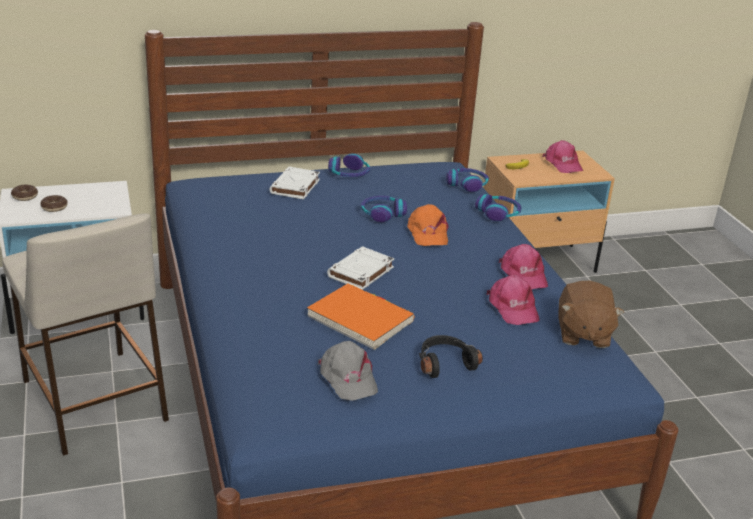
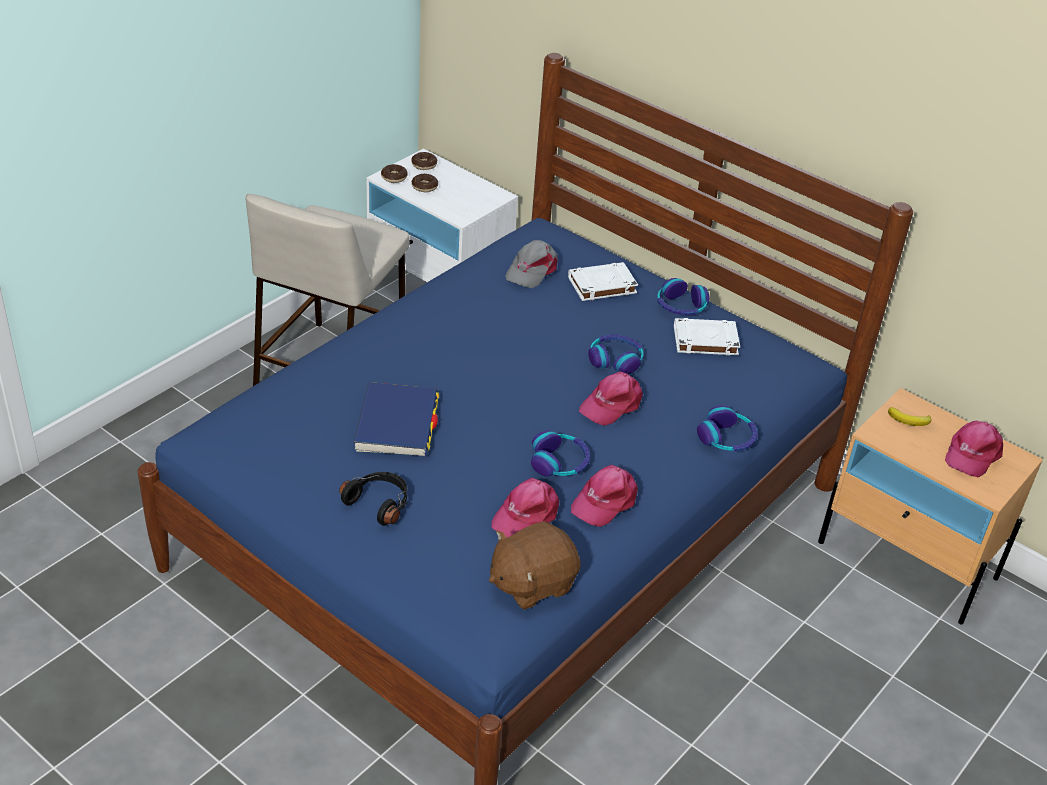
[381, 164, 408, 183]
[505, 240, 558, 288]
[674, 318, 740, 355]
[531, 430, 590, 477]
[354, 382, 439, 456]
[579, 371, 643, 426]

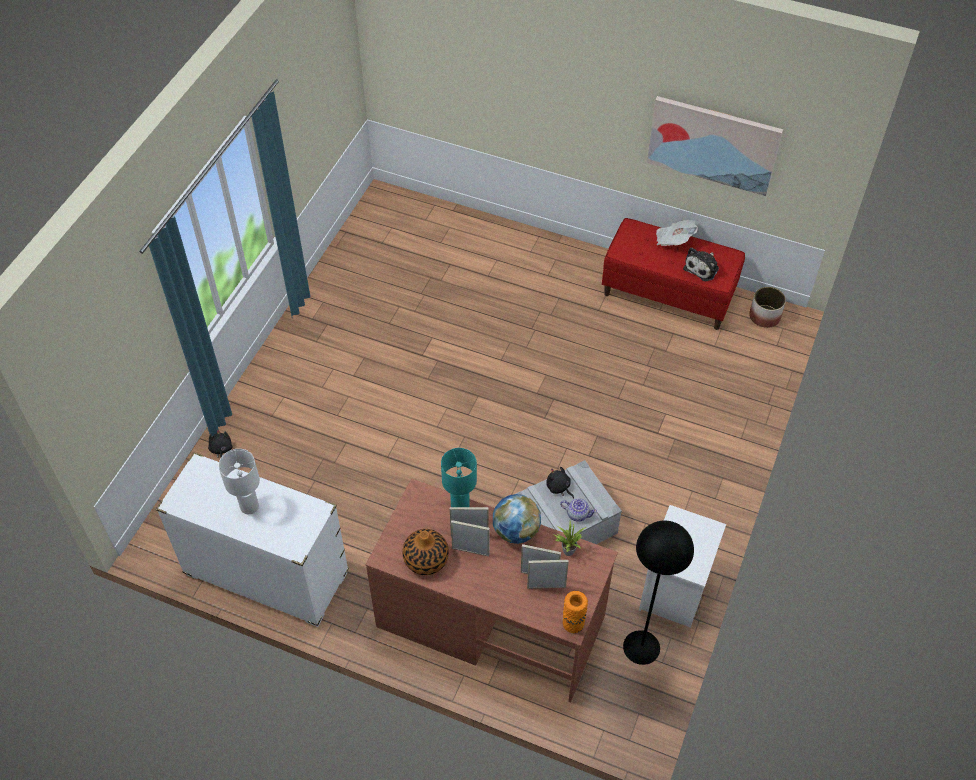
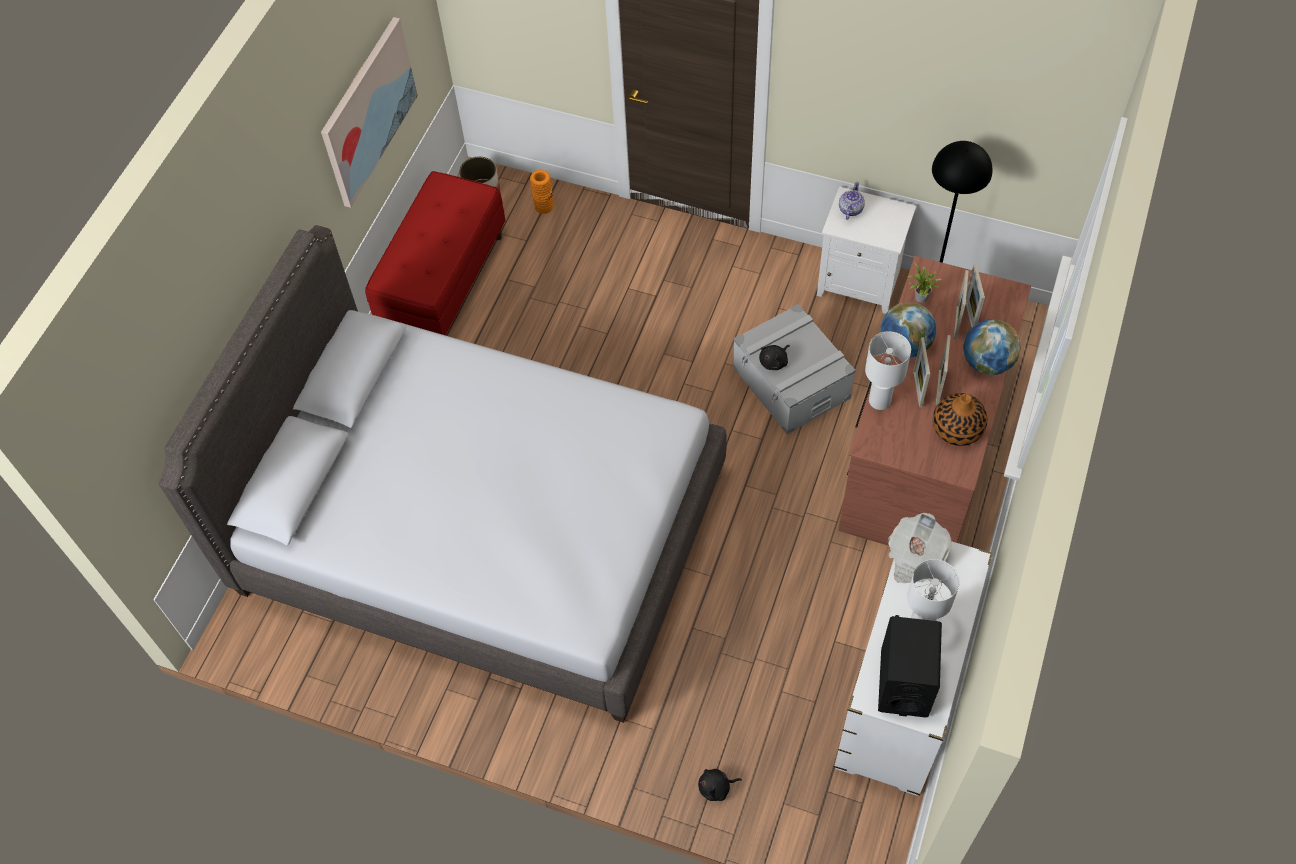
[683, 248, 719, 281] (first image)
[158, 225, 727, 723]
[878, 615, 942, 717]
[963, 319, 1021, 375]
[839, 182, 865, 220]
[530, 170, 553, 214]
[888, 513, 952, 583]
[865, 331, 911, 410]

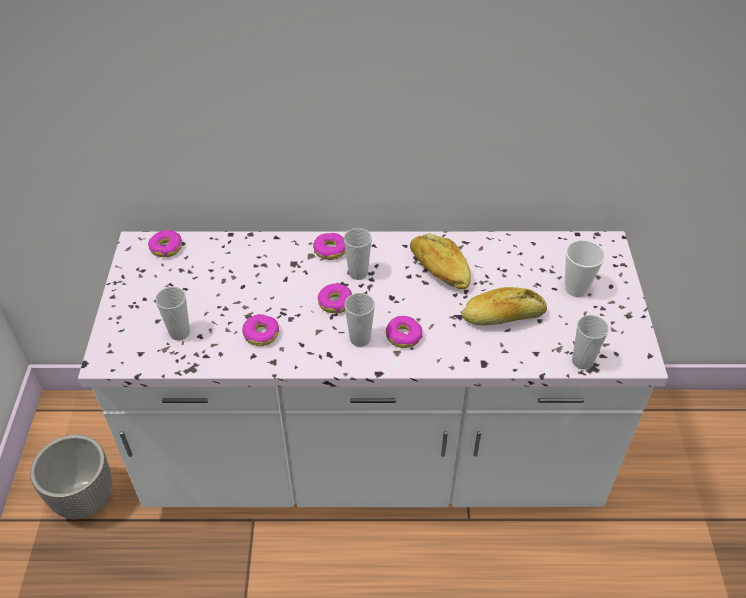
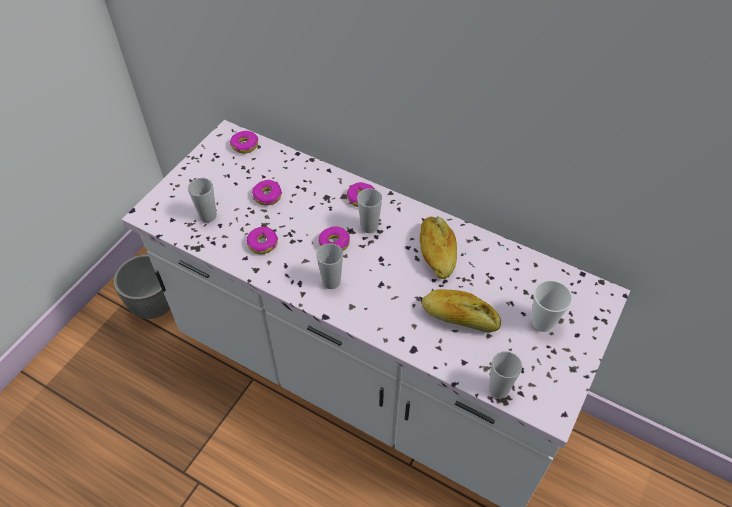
[252, 180, 282, 206]

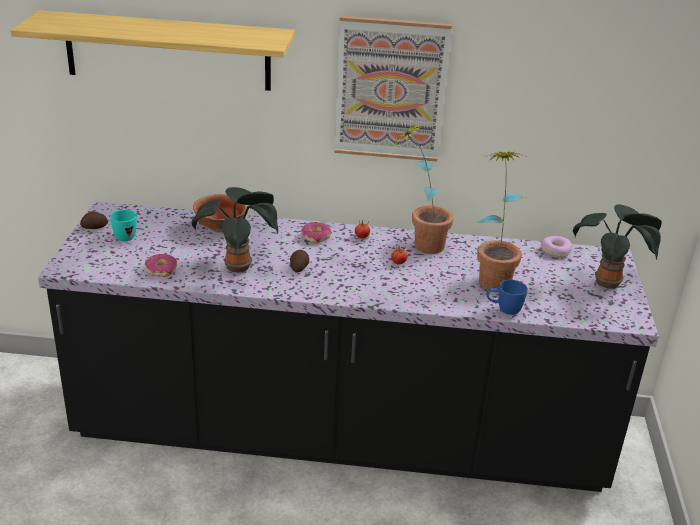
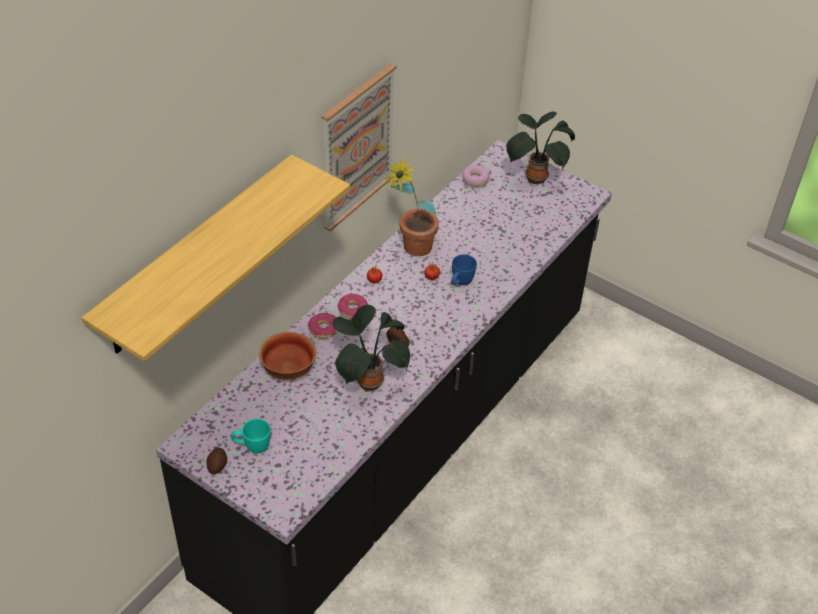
[475, 151, 528, 292] (first image)
[308, 313, 338, 339]
[451, 254, 477, 285]

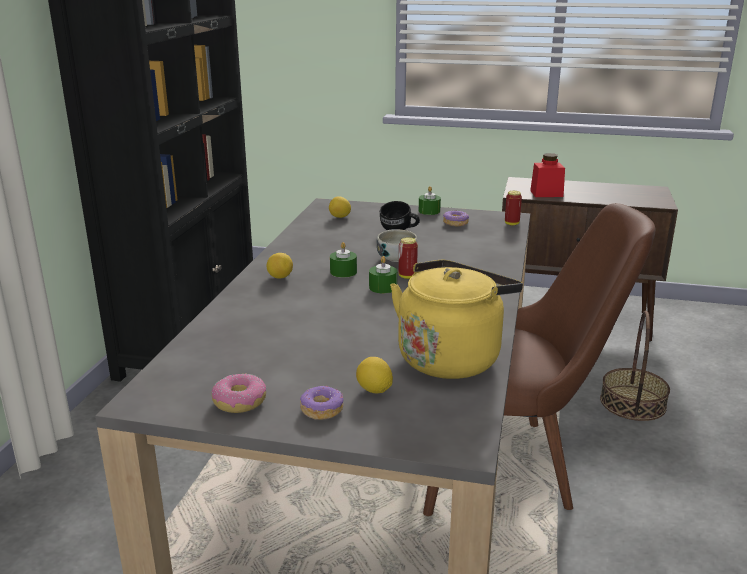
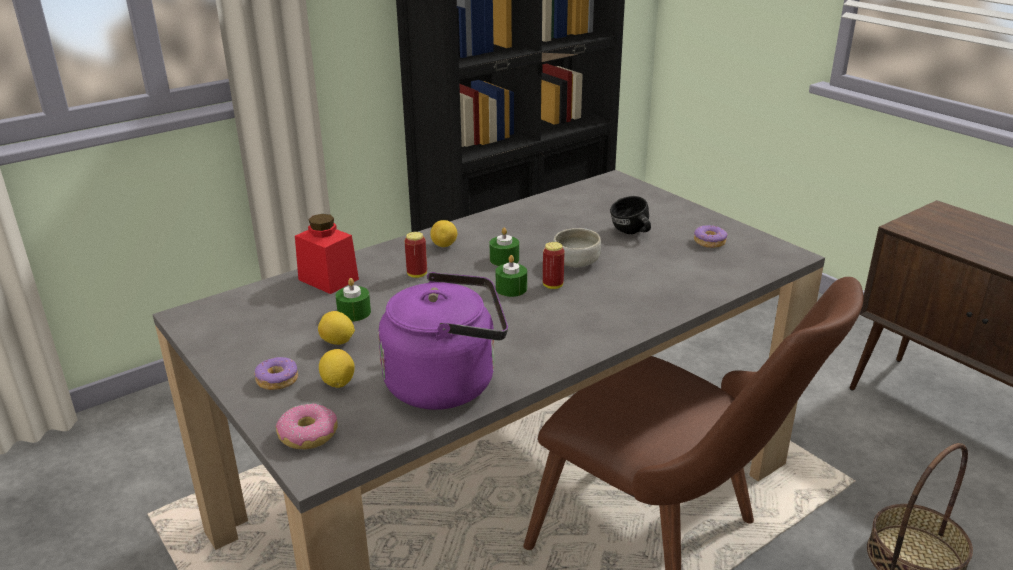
[275, 403, 338, 449]
[318, 311, 355, 345]
[335, 278, 371, 322]
[405, 232, 427, 278]
[295, 214, 359, 294]
[378, 272, 508, 410]

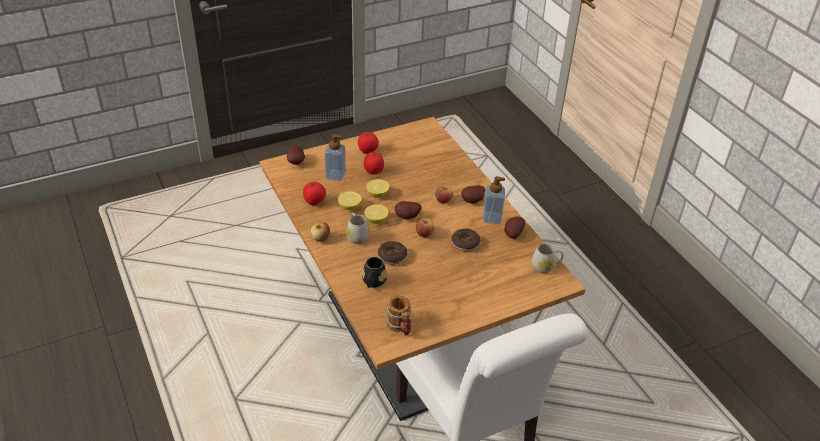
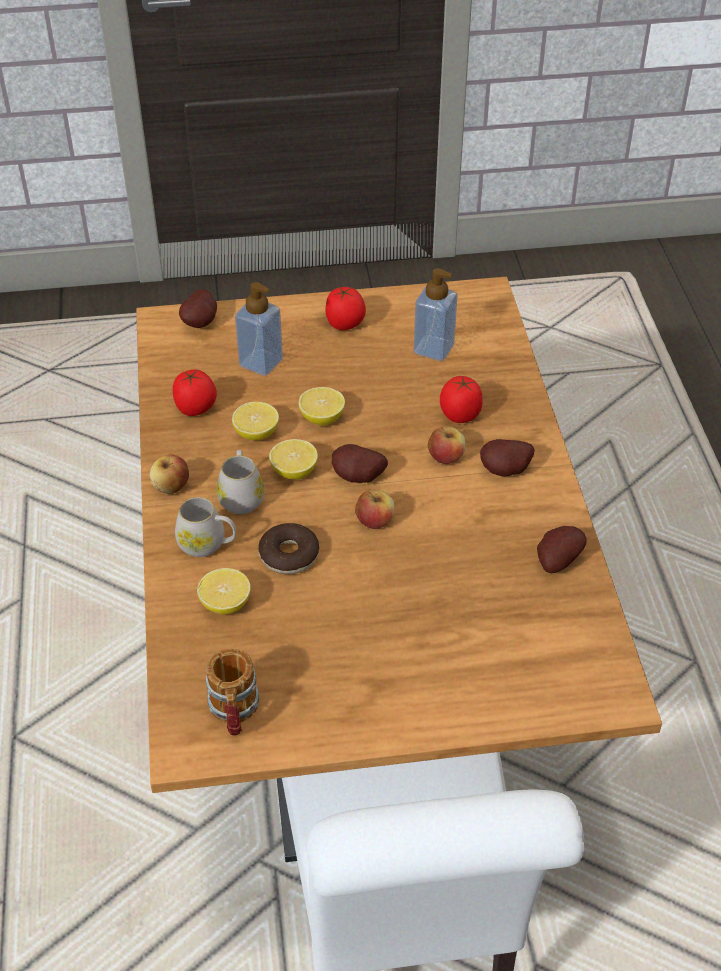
[451, 229, 481, 251] (first image)
[440, 376, 483, 423]
[414, 268, 457, 361]
[175, 497, 236, 557]
[197, 568, 251, 615]

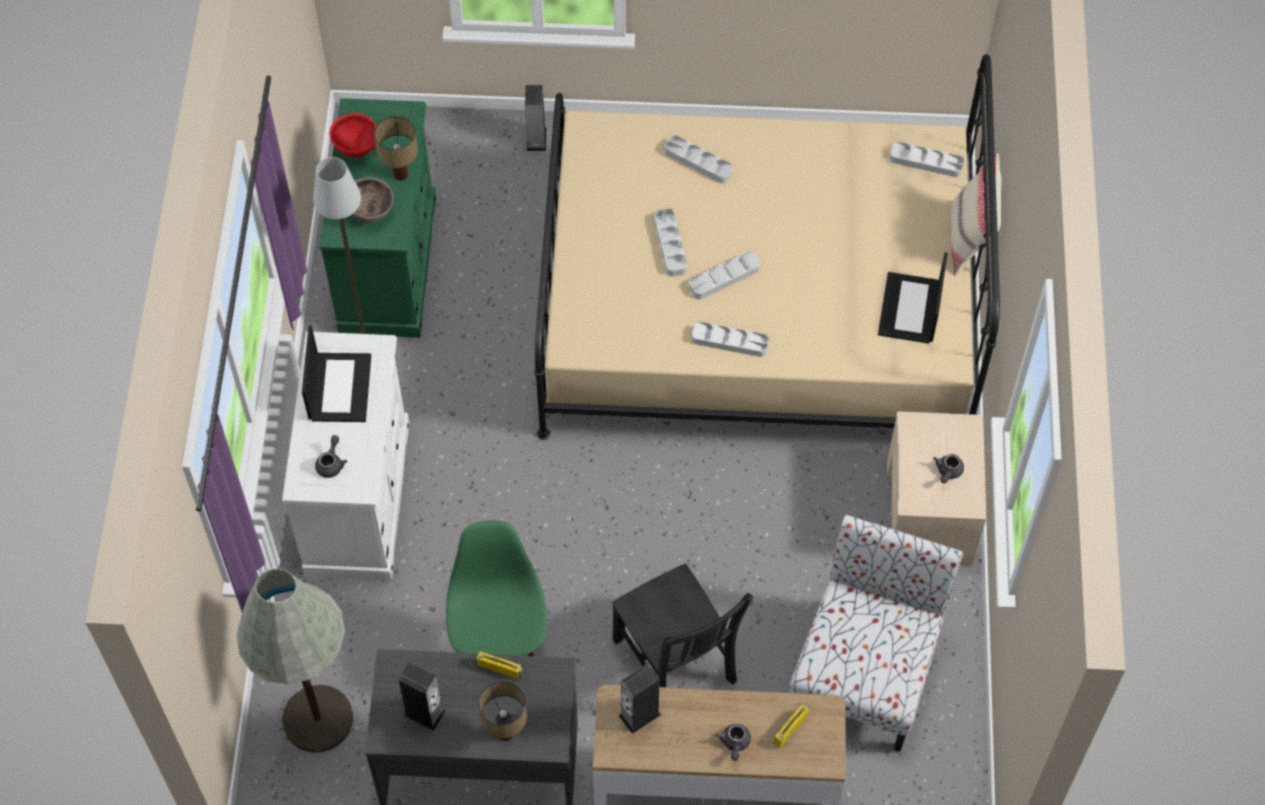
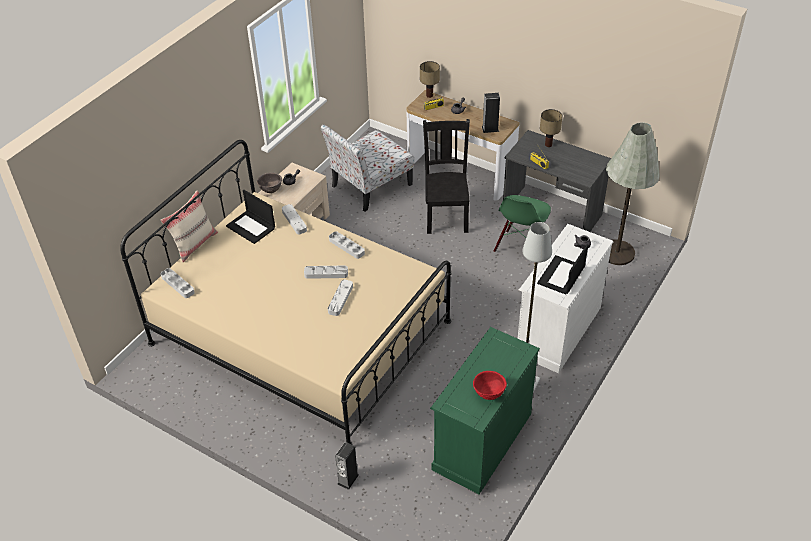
[398, 663, 446, 730] (first image)
[257, 172, 282, 193]
[420, 61, 440, 98]
[282, 204, 307, 234]
[226, 190, 275, 244]

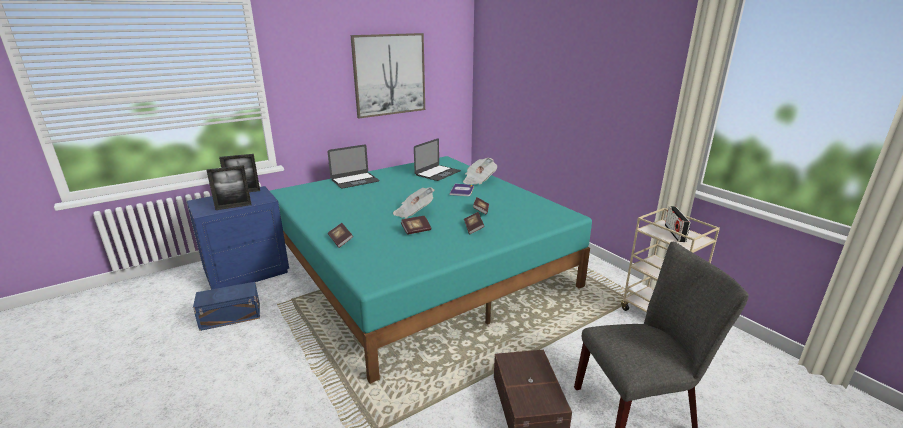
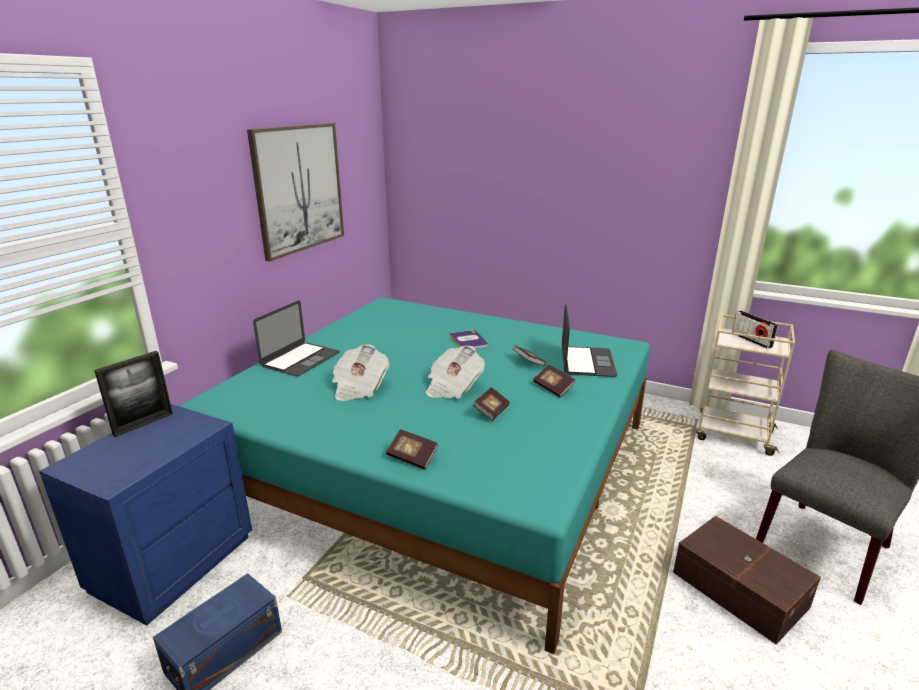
[206, 165, 251, 210] (first image)
[562, 304, 617, 377]
[332, 344, 389, 401]

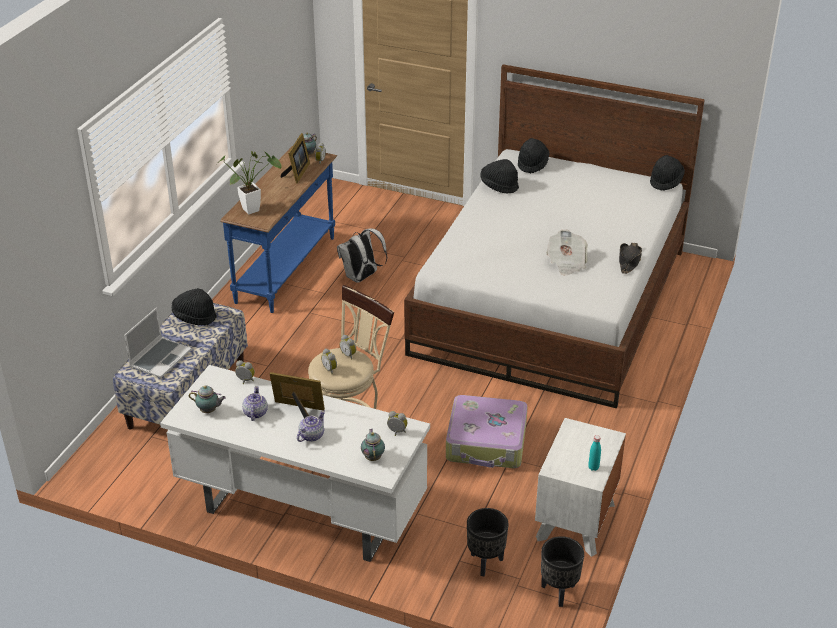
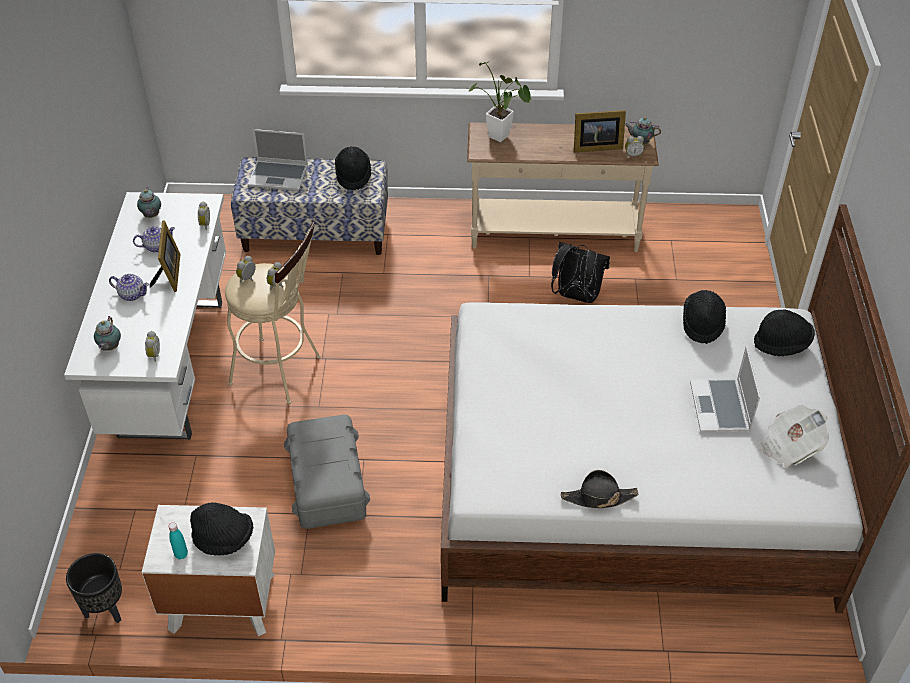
[467, 508, 509, 577] (first image)
[690, 346, 760, 432]
[758, 405, 829, 468]
[190, 502, 253, 556]
[284, 415, 370, 529]
[467, 122, 659, 252]
[551, 242, 610, 303]
[94, 316, 121, 351]

